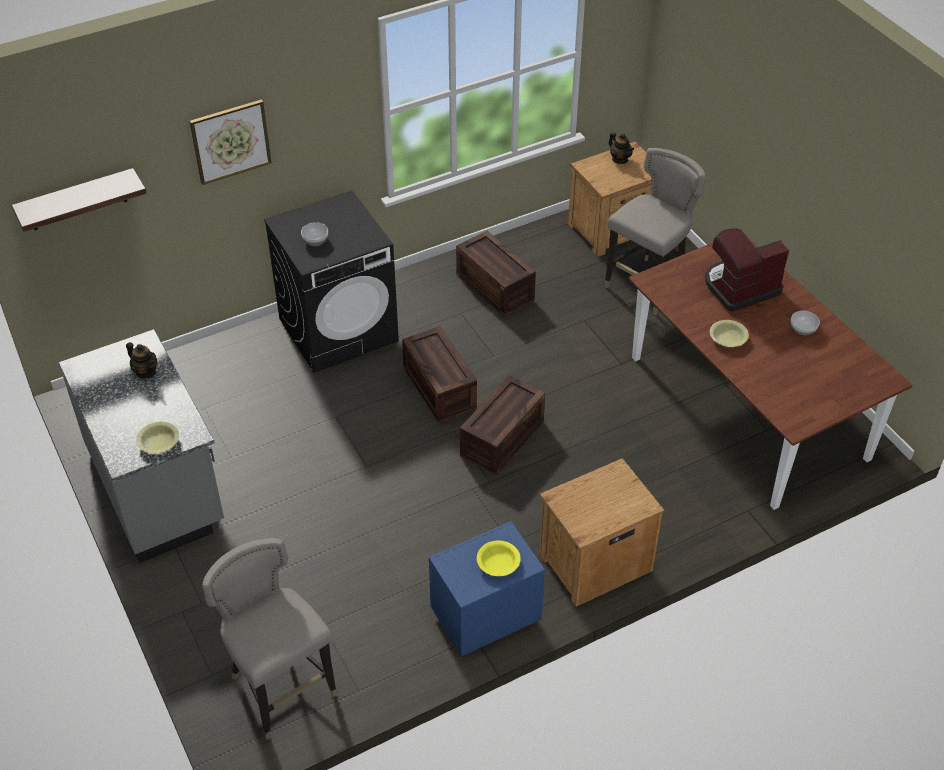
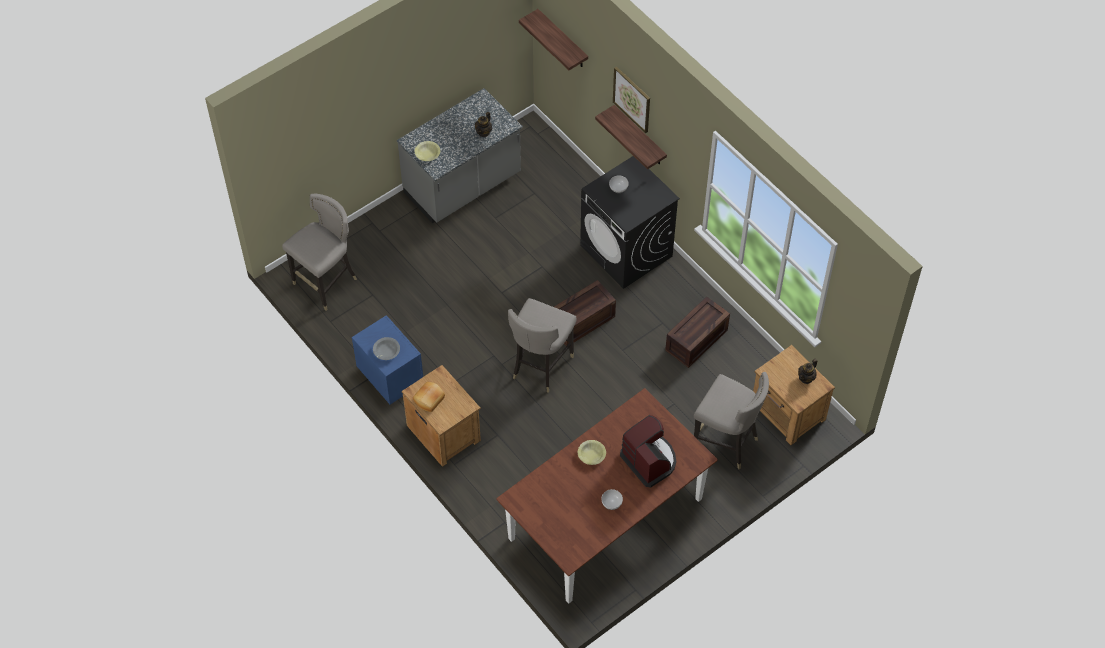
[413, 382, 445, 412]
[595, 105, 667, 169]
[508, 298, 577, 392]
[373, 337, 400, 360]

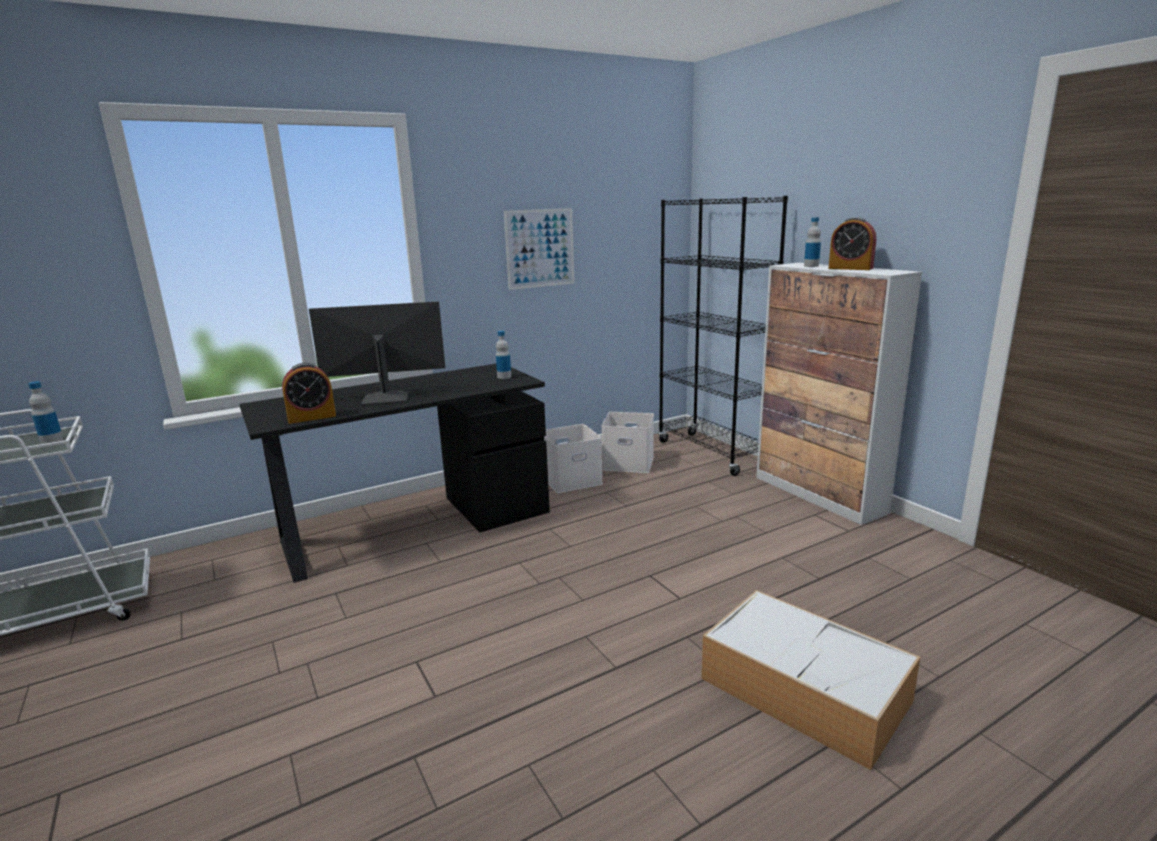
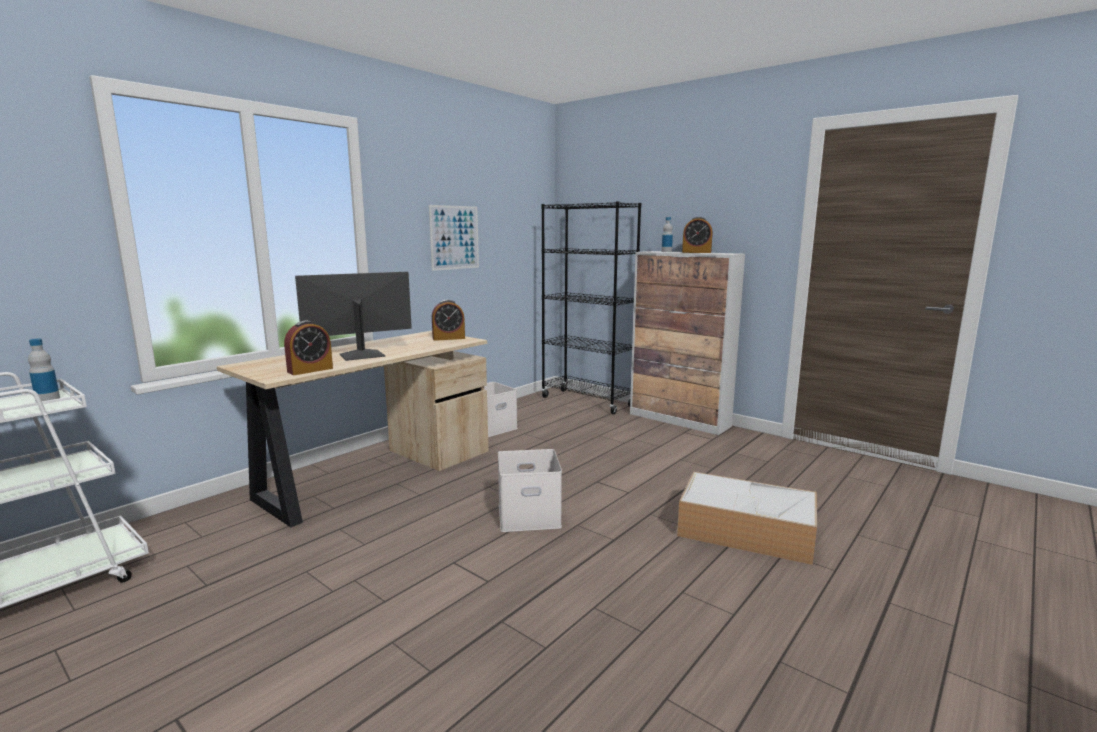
[498, 449, 562, 532]
[432, 300, 465, 341]
[217, 331, 489, 527]

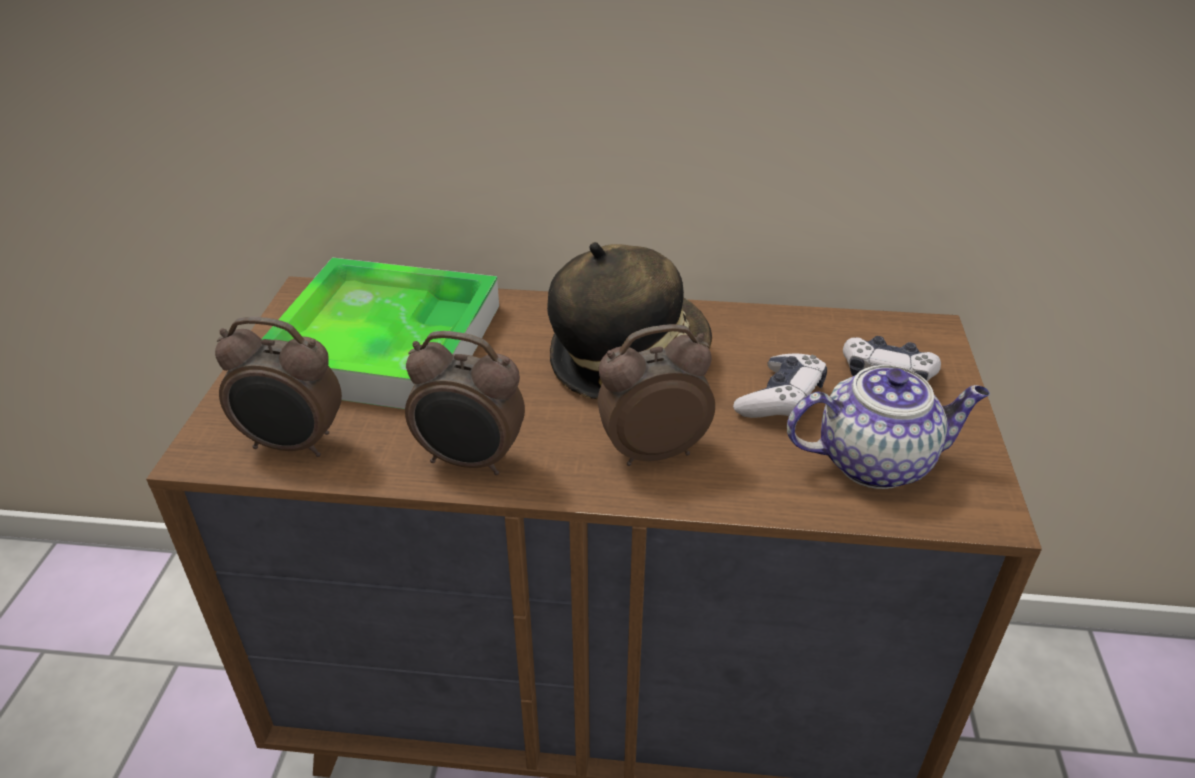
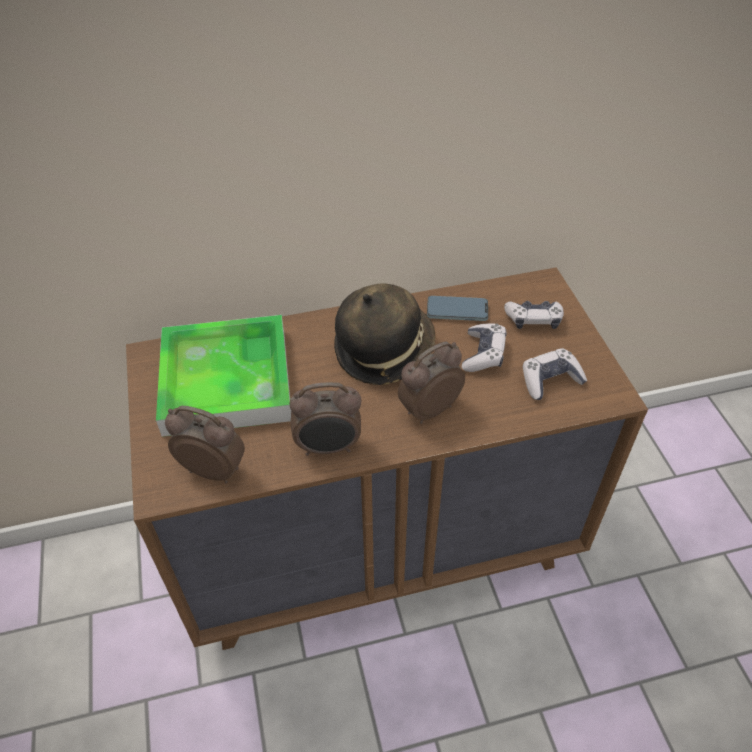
[427, 296, 488, 321]
[523, 348, 587, 400]
[165, 406, 245, 483]

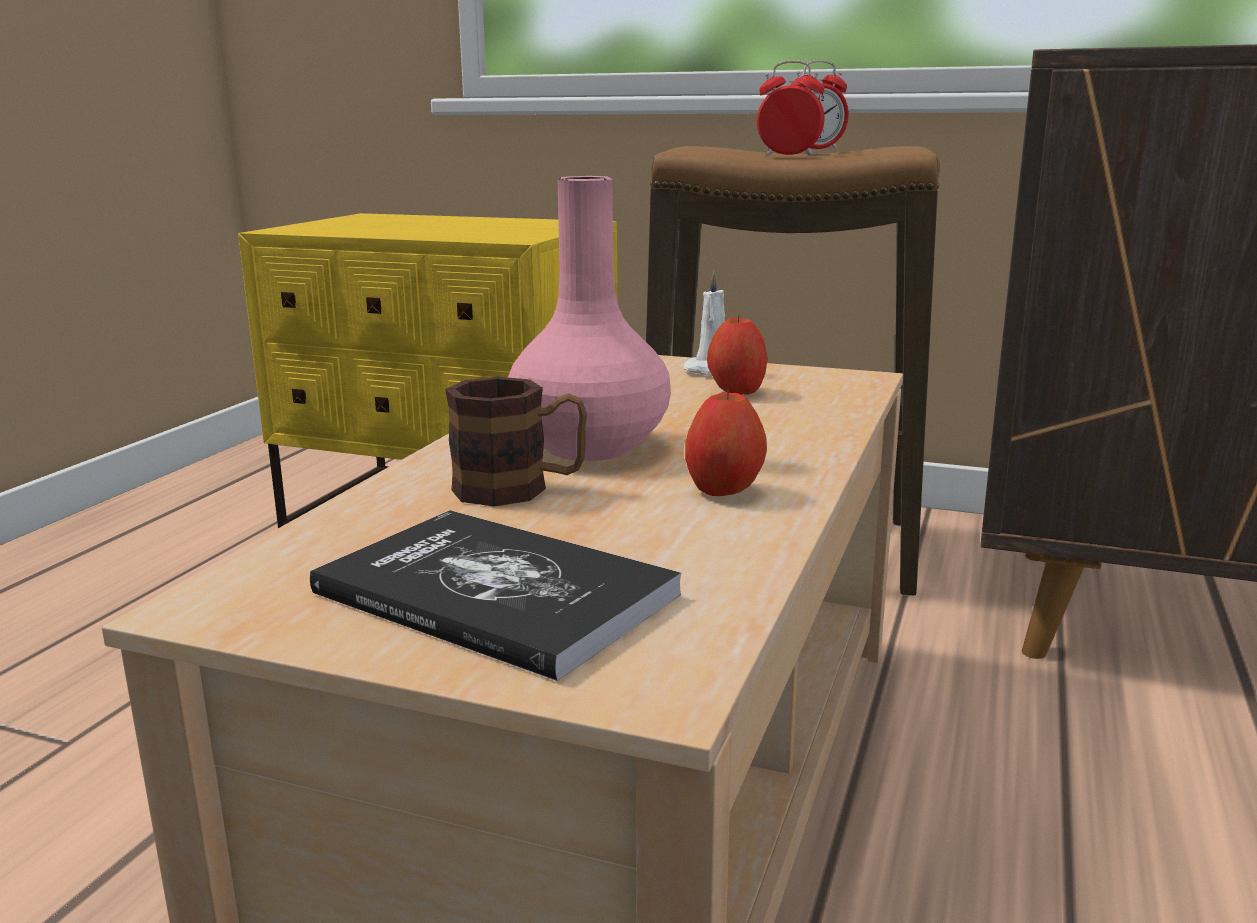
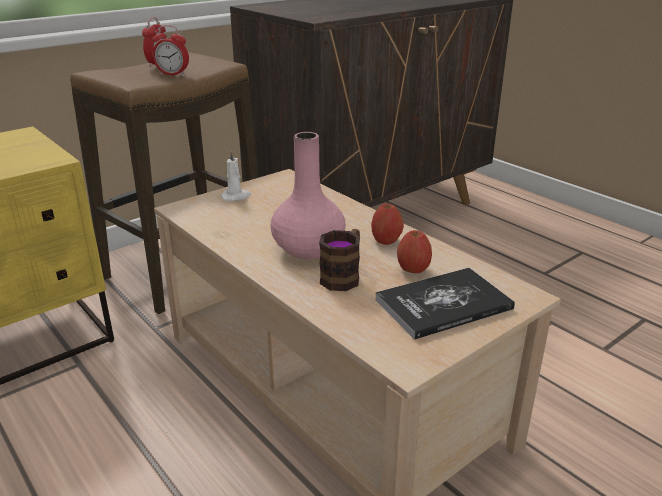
[397, 230, 432, 273]
[152, 25, 189, 76]

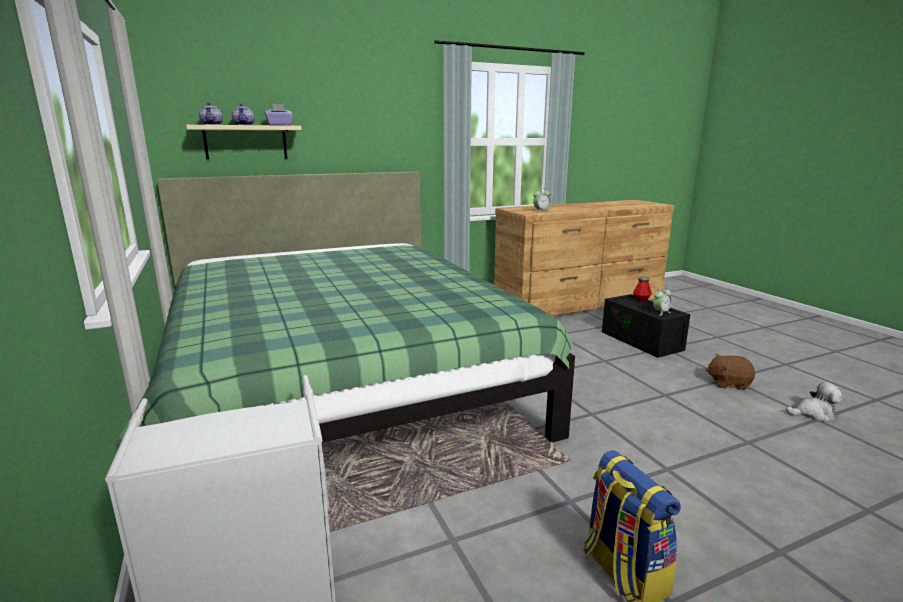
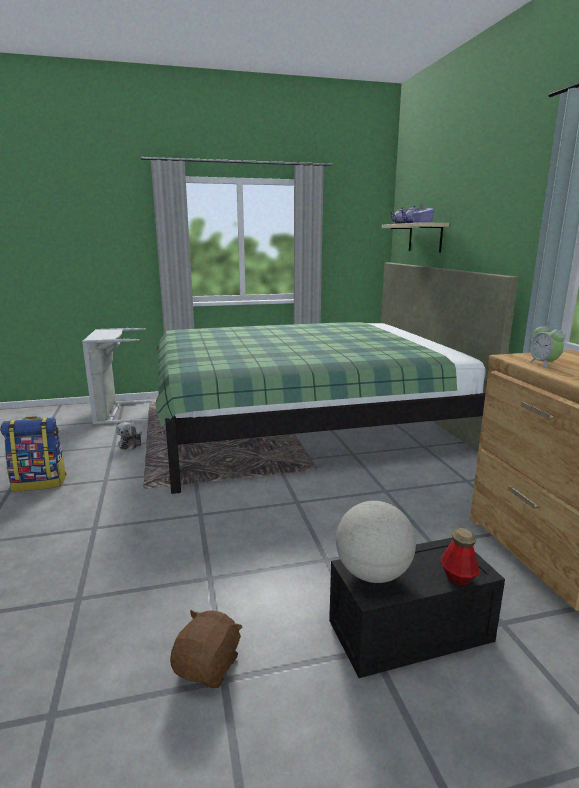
[116, 422, 142, 450]
[336, 501, 416, 583]

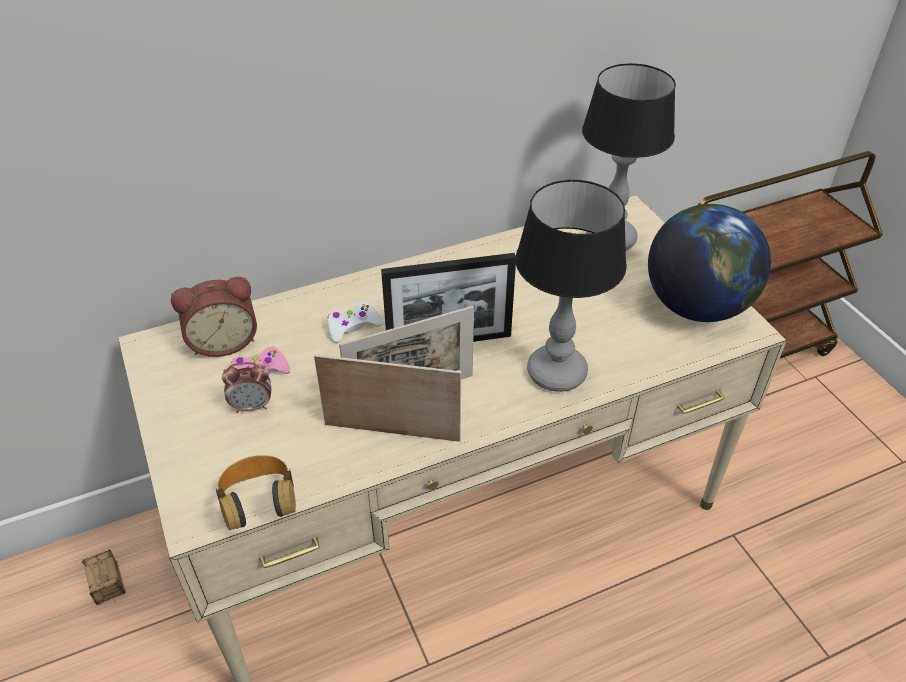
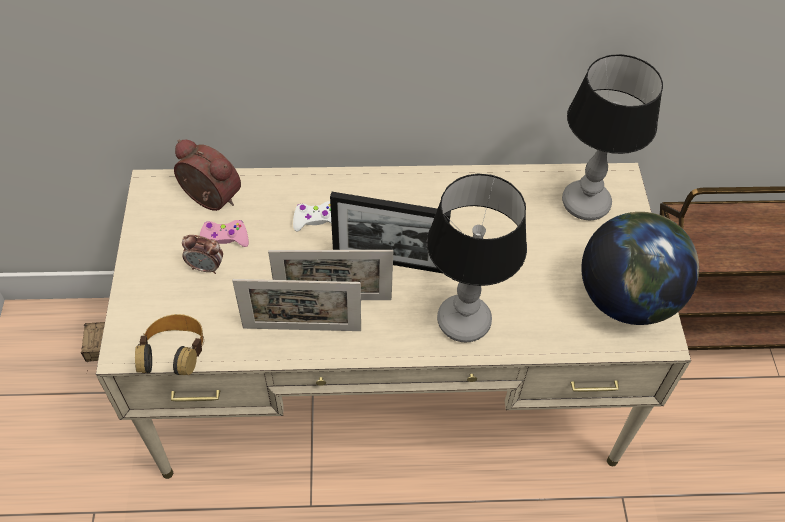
[174, 140, 241, 211]
[232, 279, 361, 331]

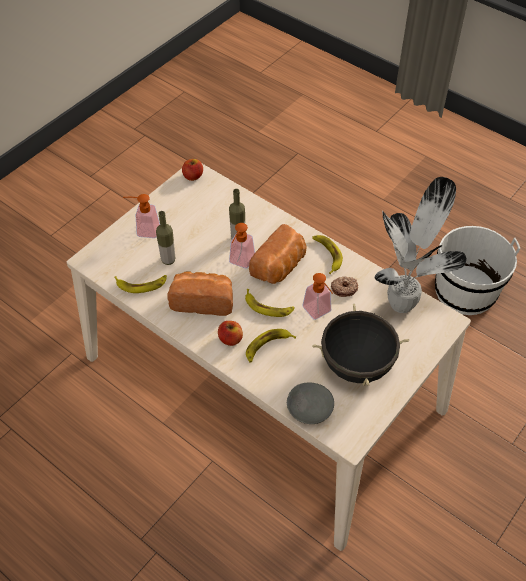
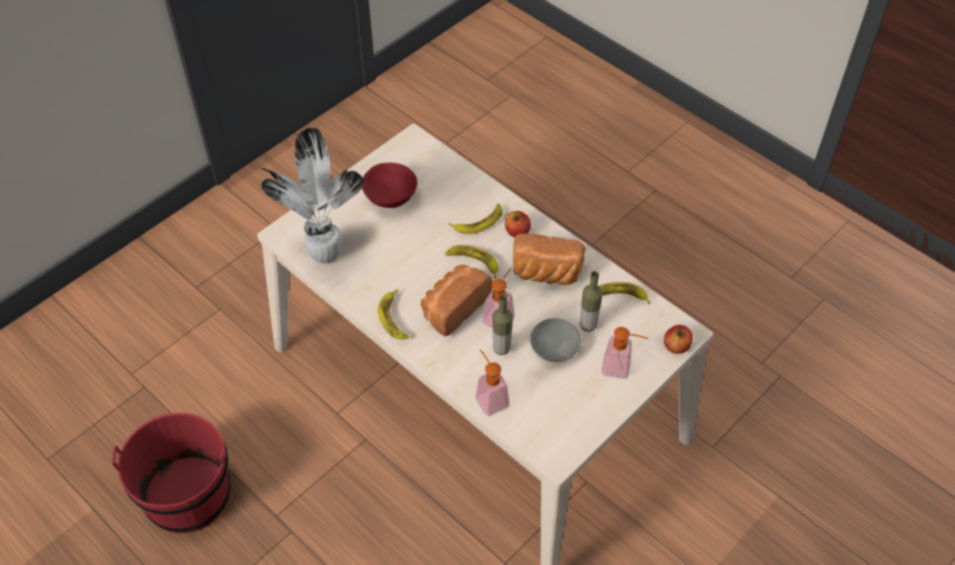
[331, 277, 358, 297] (first image)
[664, 325, 693, 354]
[530, 318, 582, 362]
[475, 349, 510, 416]
[362, 163, 418, 208]
[112, 413, 230, 533]

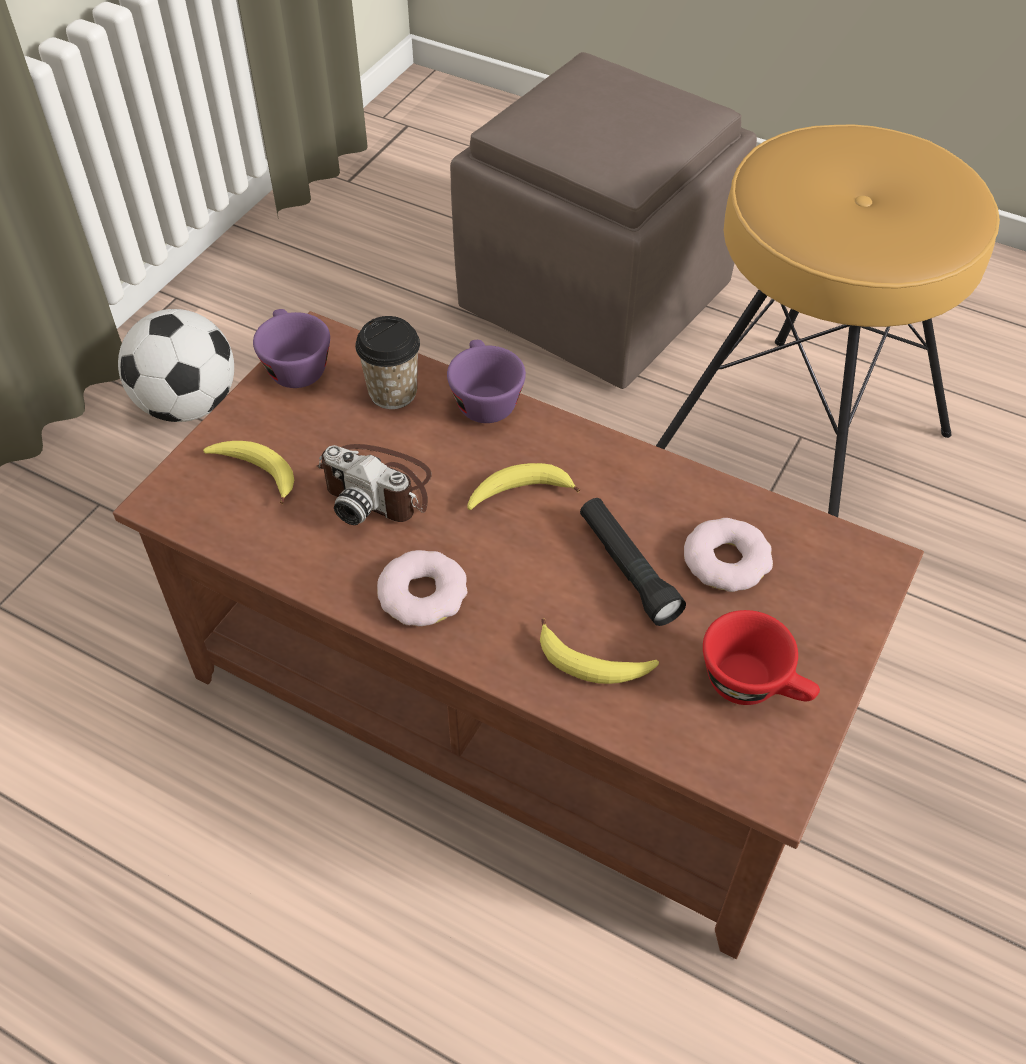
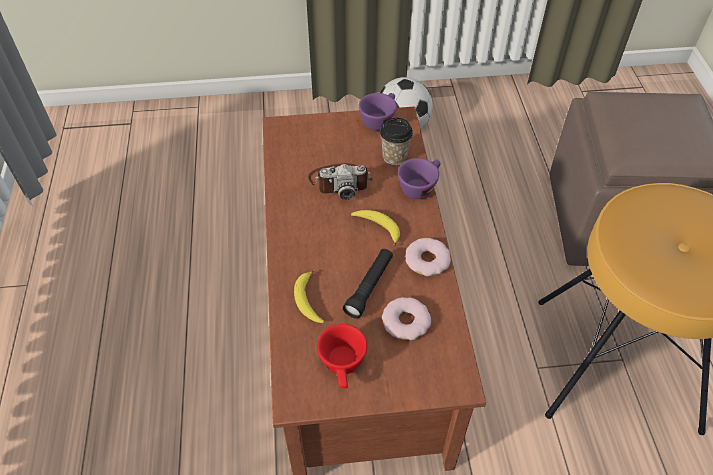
[203, 441, 294, 504] (first image)
[405, 238, 451, 276]
[308, 163, 373, 200]

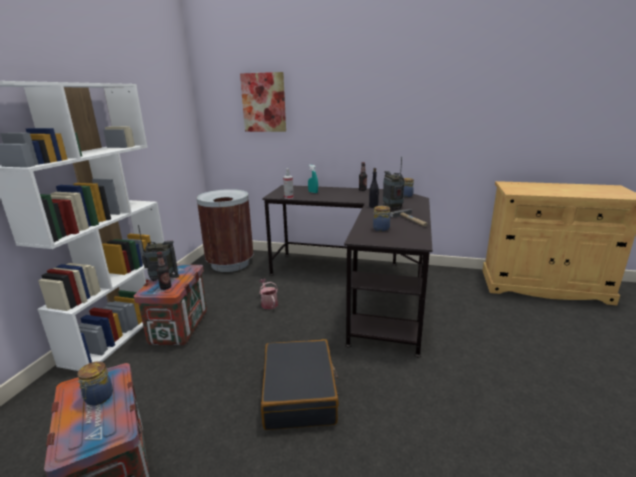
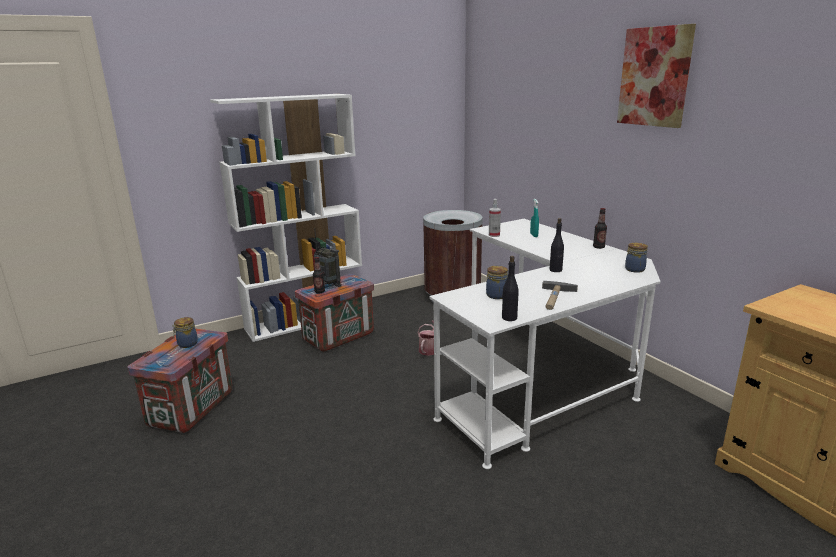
[261, 339, 339, 430] (first image)
[383, 157, 405, 210] (first image)
[502, 256, 519, 321]
[617, 24, 696, 128]
[429, 219, 660, 469]

